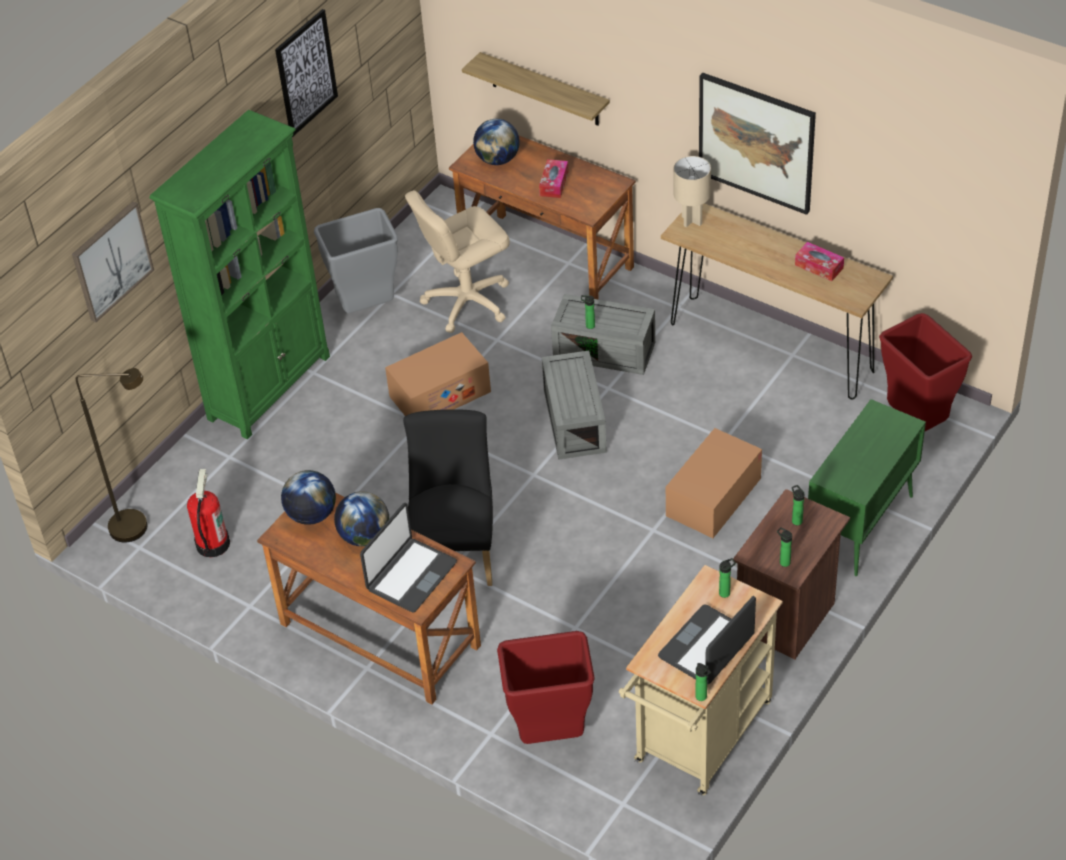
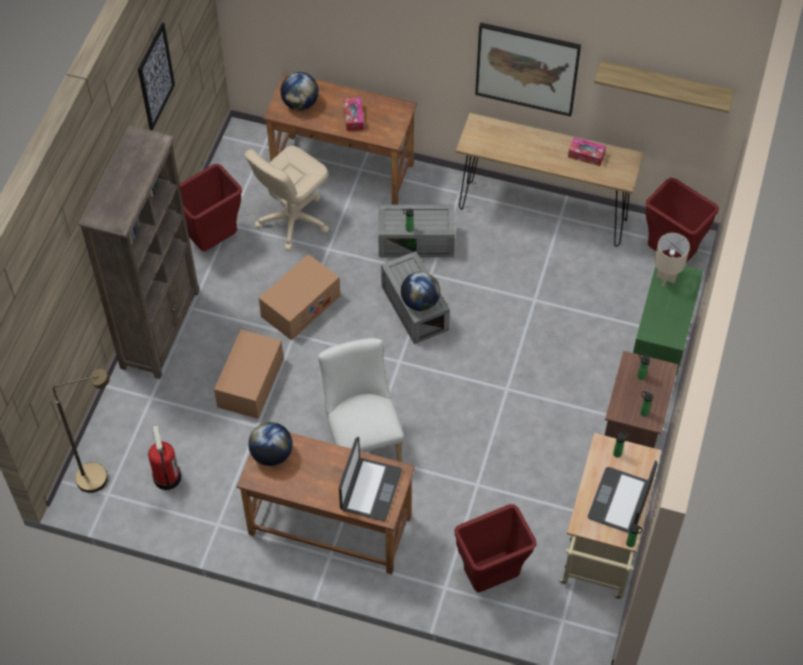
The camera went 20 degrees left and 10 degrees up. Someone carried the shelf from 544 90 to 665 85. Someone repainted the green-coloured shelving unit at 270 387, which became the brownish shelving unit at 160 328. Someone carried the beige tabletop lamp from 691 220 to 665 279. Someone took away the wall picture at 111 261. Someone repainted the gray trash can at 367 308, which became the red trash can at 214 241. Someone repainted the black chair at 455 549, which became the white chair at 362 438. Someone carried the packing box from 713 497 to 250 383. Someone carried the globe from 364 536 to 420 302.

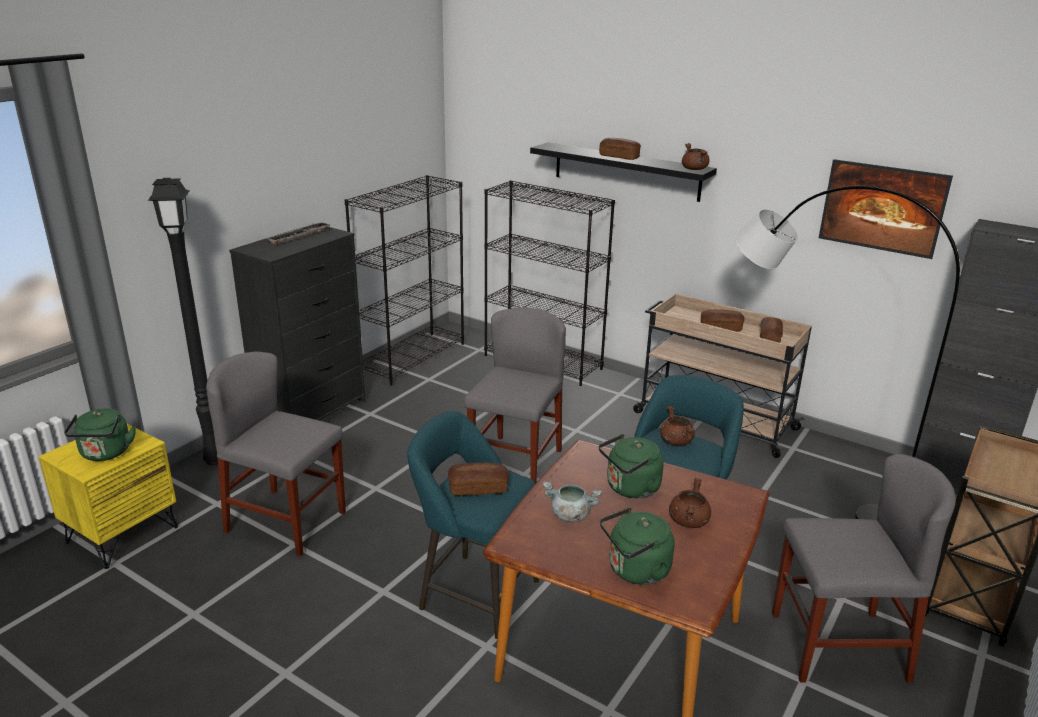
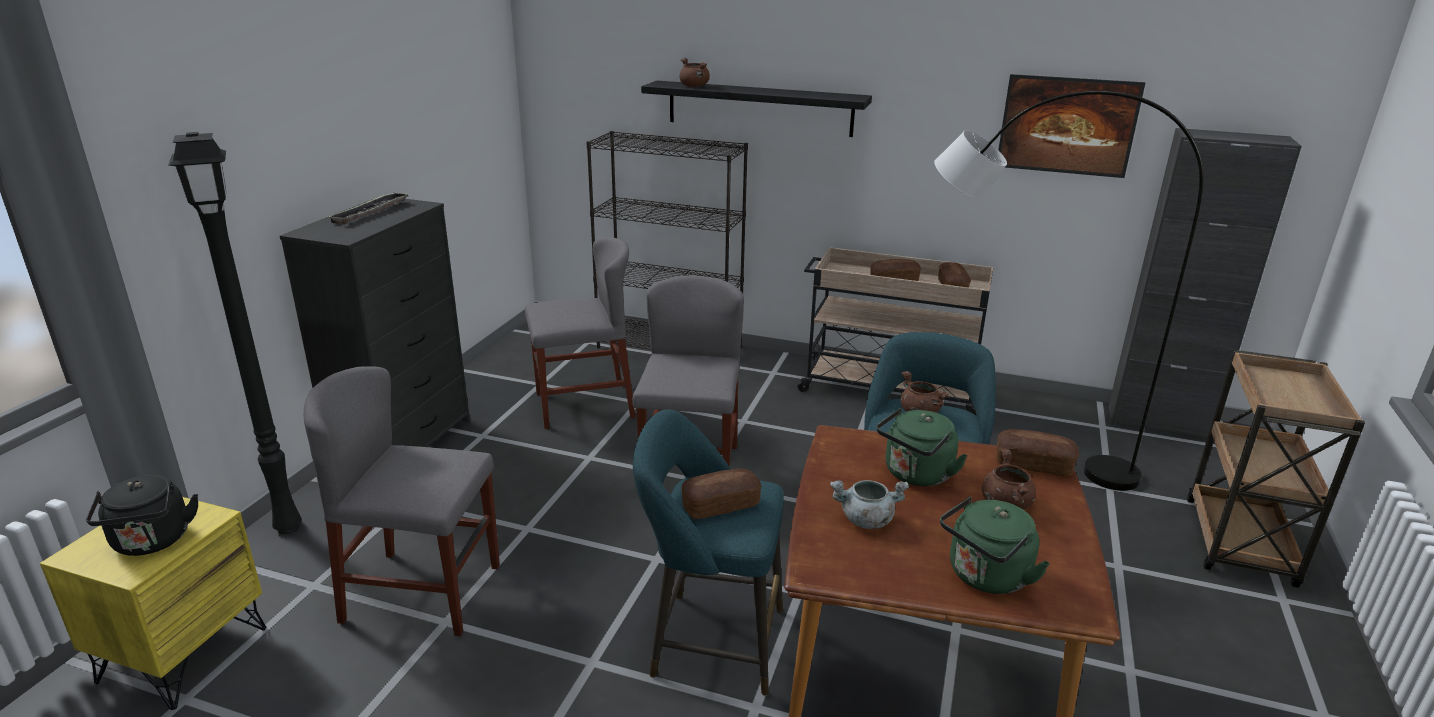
The camera went 15 degrees left and 0 degrees up. Someone carried the bread from 619 157 to 1033 464. Someone carried the brownish cooking pot from 694 169 to 694 86. Someone took away the black shelving unit at 412 357. Someone repainted the green-coloured kettle at 105 454, which became the black kettle at 152 542. Someone carried the gray chair from 838 646 to 584 405.

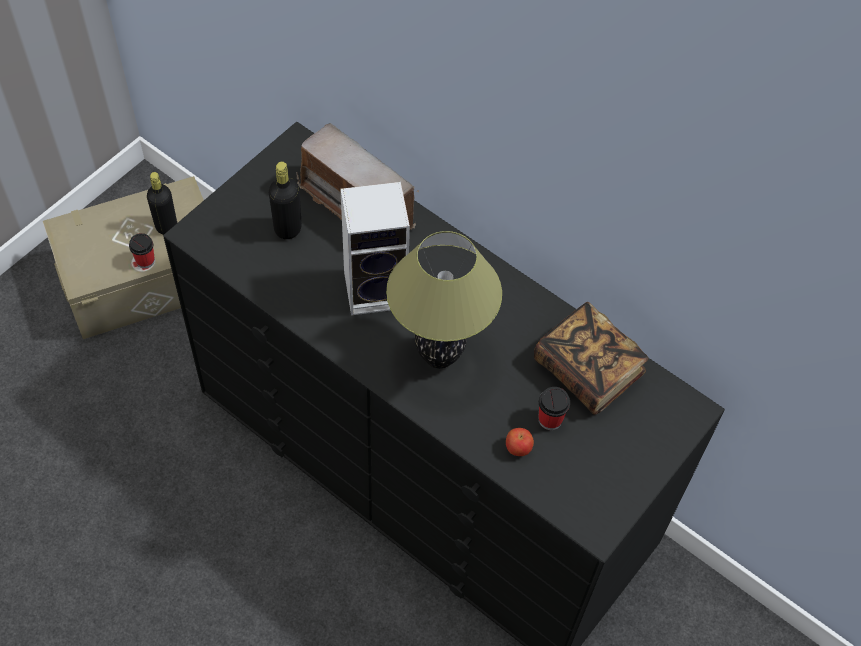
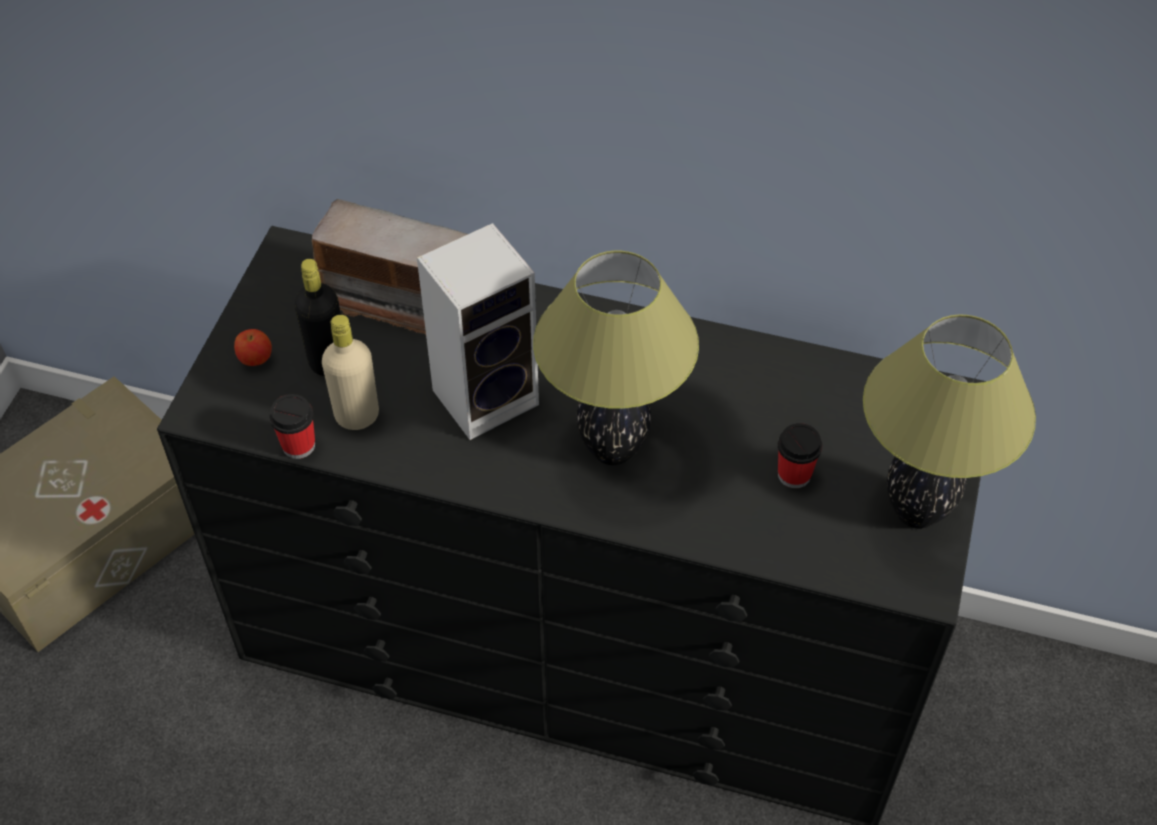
The camera went 20 degrees left and 5 degrees down. Someone took away the black bottle at 166 226. Someone carried the small cup from 145 261 to 298 445. Someone took away the bound book at 587 370. Someone carried the apple from 518 448 to 256 359. Someone put down the beige bottle at 357 416. Someone put down the tabletop lamp at 917 513.

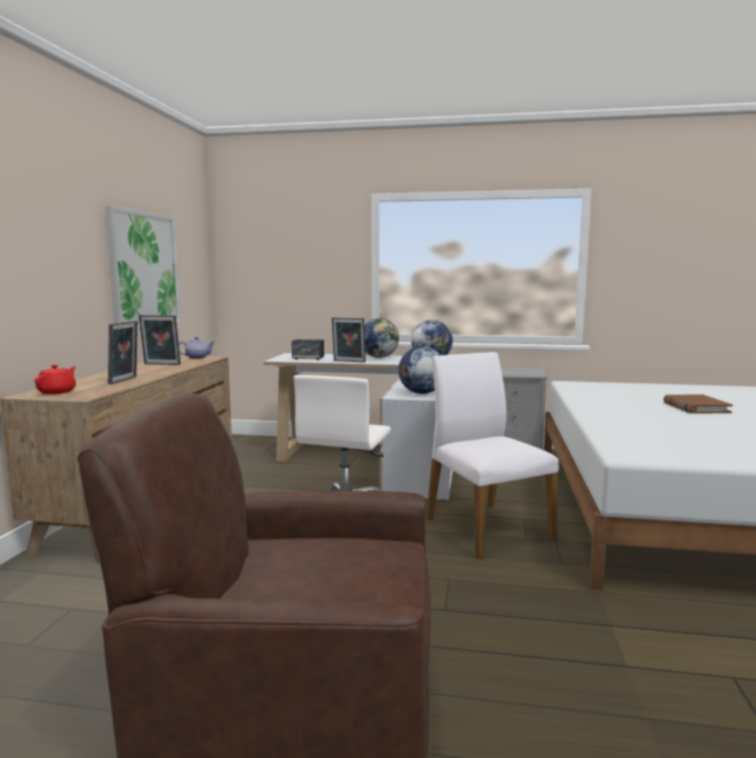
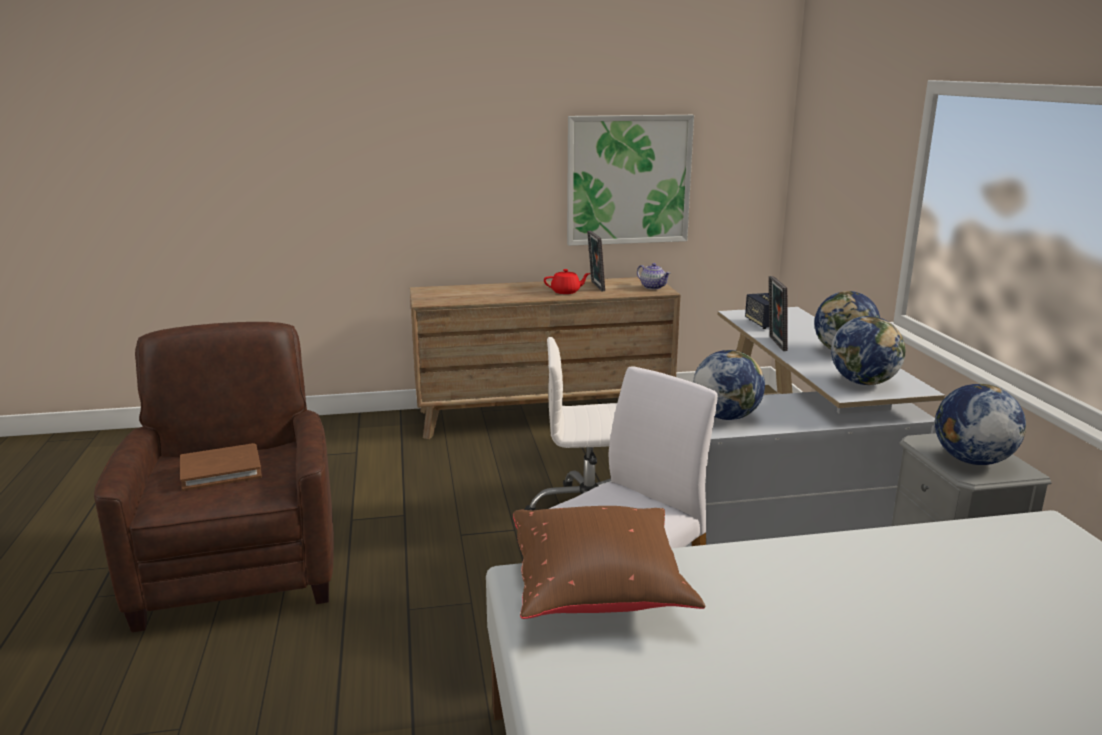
The camera went 70 degrees right and 10 degrees up. Someone took away the photo frame at 125 380. Someone carried the red pot for tea from 57 392 to 566 292. Someone carried the brownish bound book from 695 407 to 221 470. Someone put down the globe at 971 460. Someone put down the brownish pillow at 599 589.

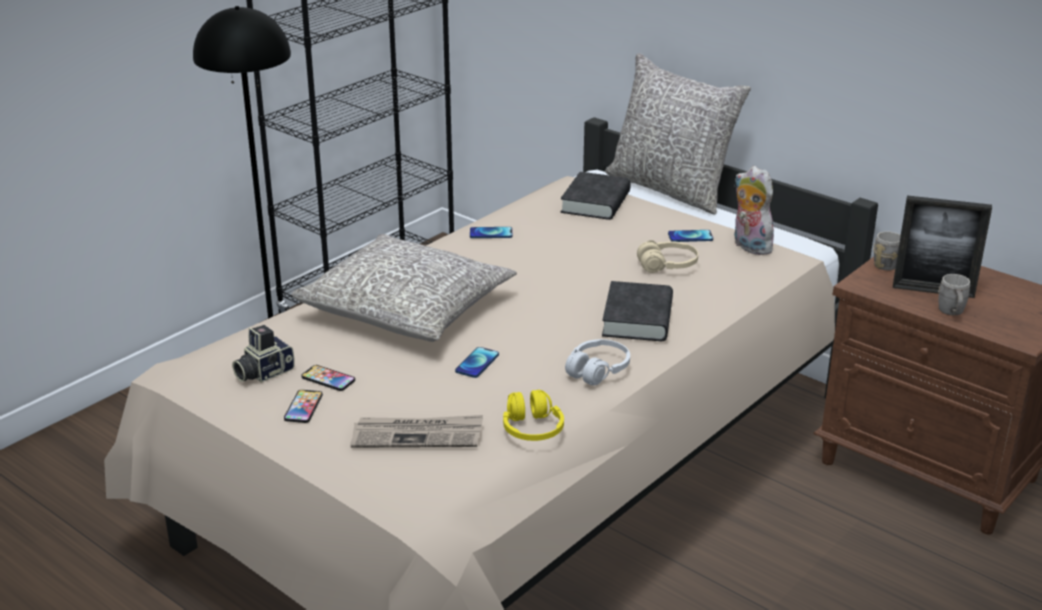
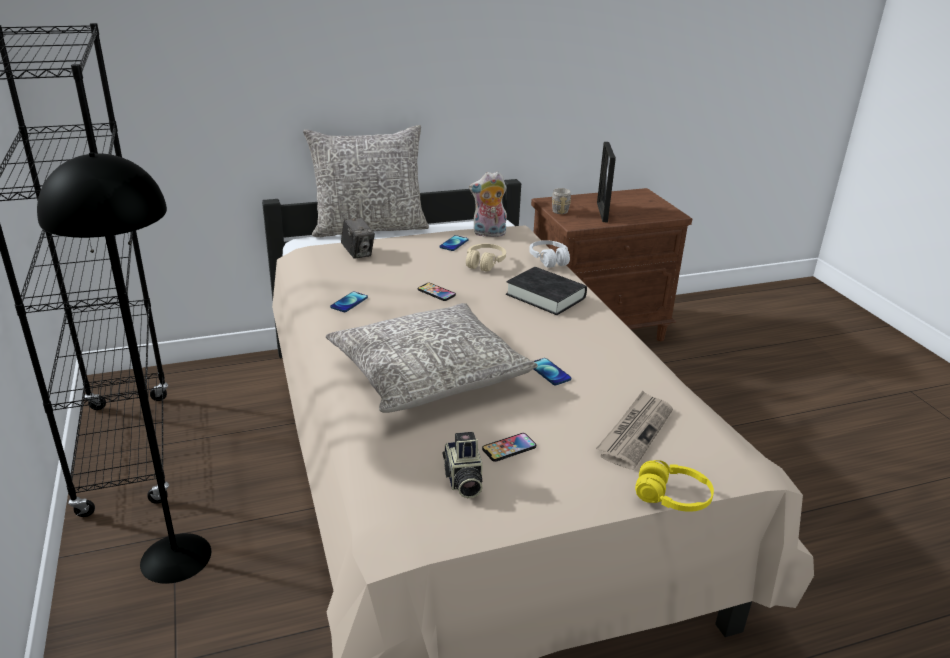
The camera went 60 degrees left and 0 degrees up. Someone swapped the black bound book at 595 202 for the still camera at 358 253. Someone rotated the photo frame at 933 291 by 135 degrees clockwise. Someone took away the gray coffee mug at 952 313. Someone carried the white headphones from 597 370 to 549 260. Someone carried the telephone from 303 407 to 436 292. Someone carried the yellowish headphones from 532 429 to 672 498.

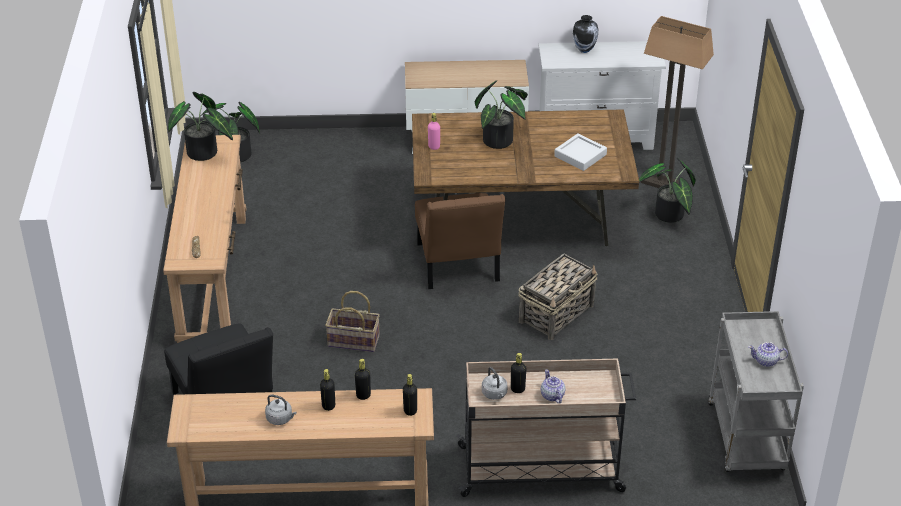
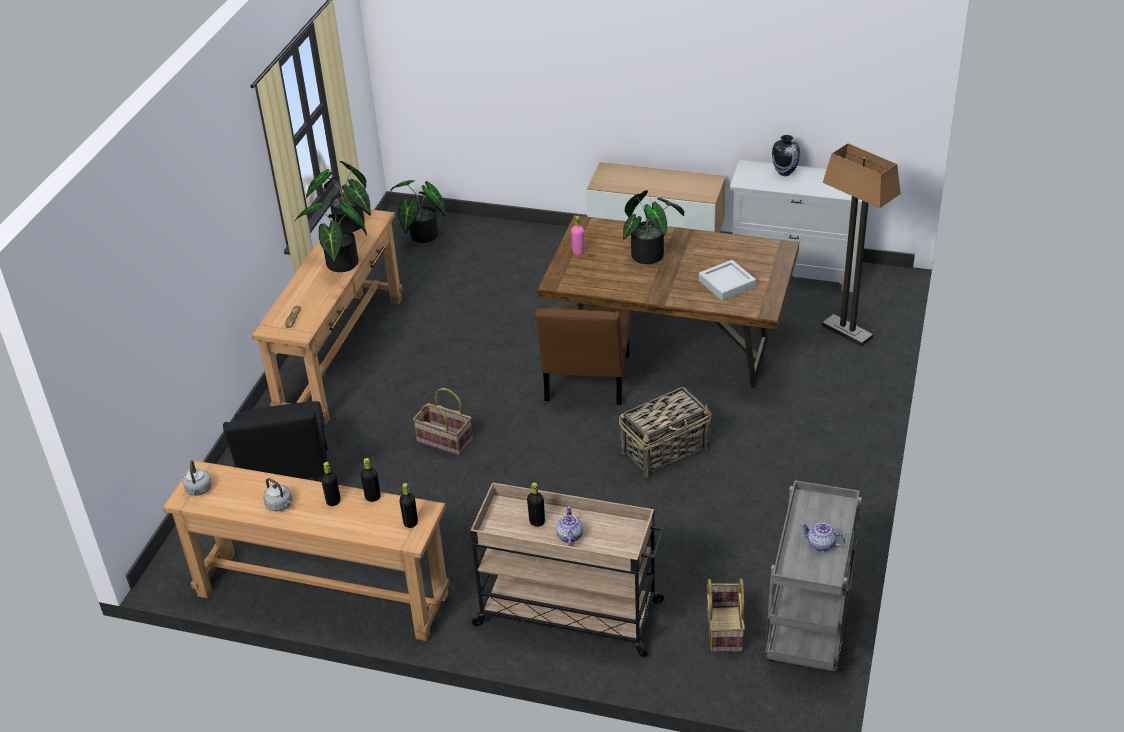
The camera went 20 degrees right and 0 degrees up. Someone carried the potted plant from 668 216 to 339 266. Someone carried the gray kettle from 495 394 to 199 490. Someone put down the basket at 723 629.

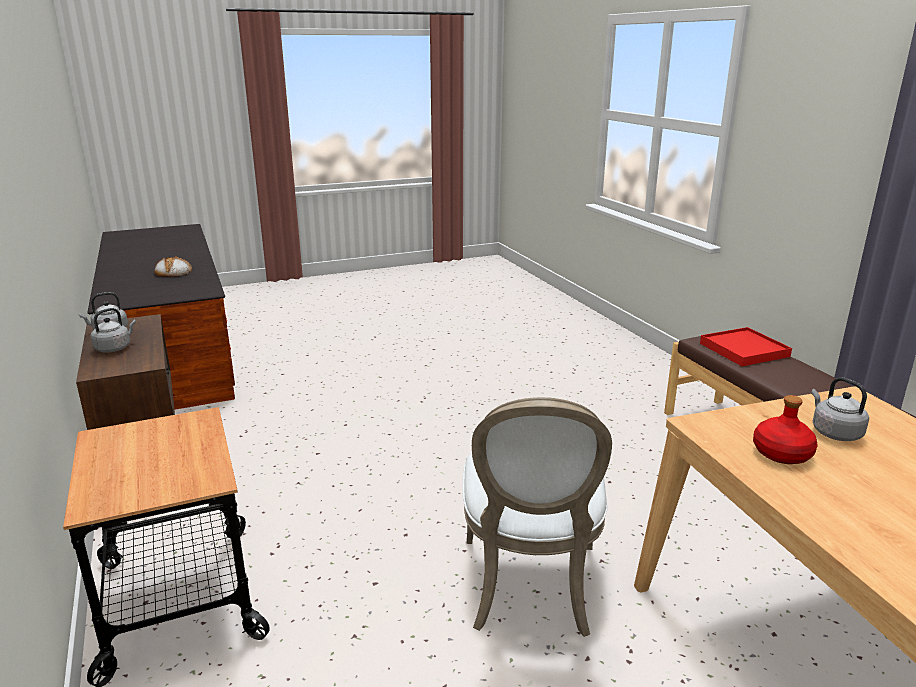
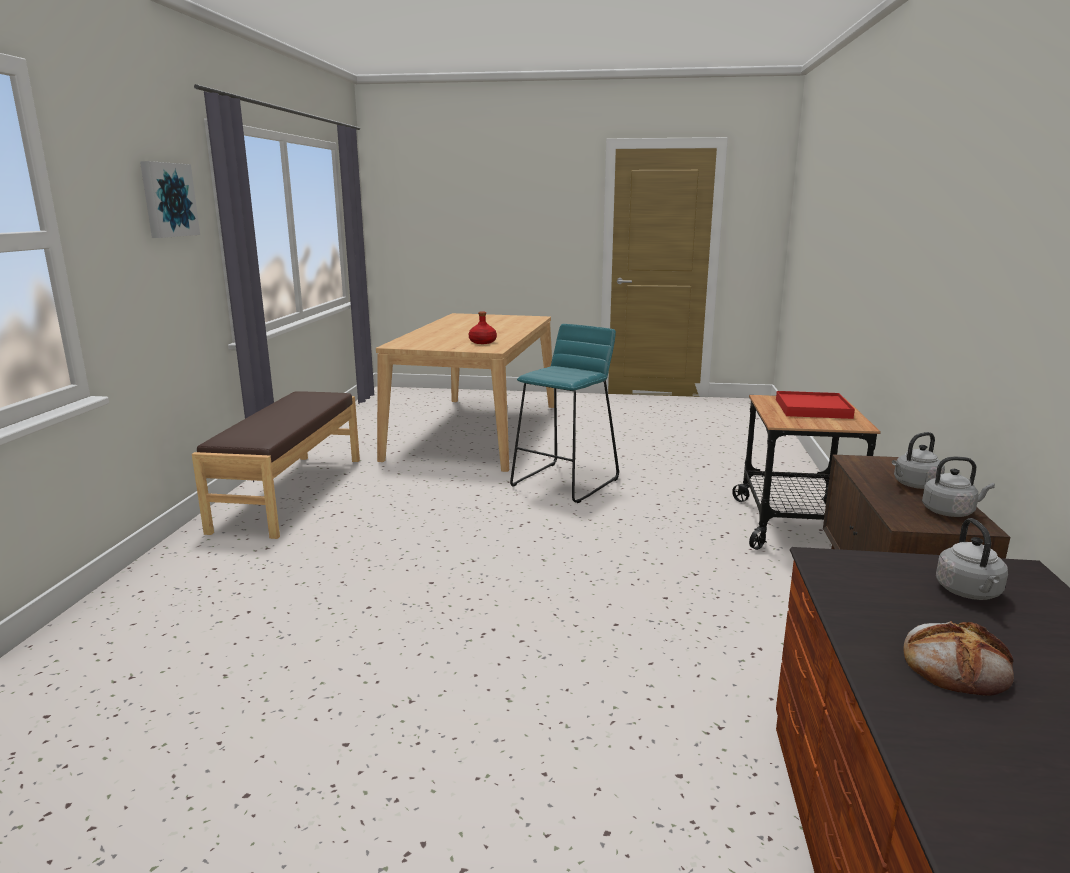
The camera went 150 degrees left and 5 degrees down. Someone carried the red serving tray from 744 350 to 812 409. Someone carried the gray kettle from 834 432 to 969 593. Someone swapped the white chair at 530 589 for the blue-green sitting stool at 566 482. Someone put up the wall picture at 167 200.

